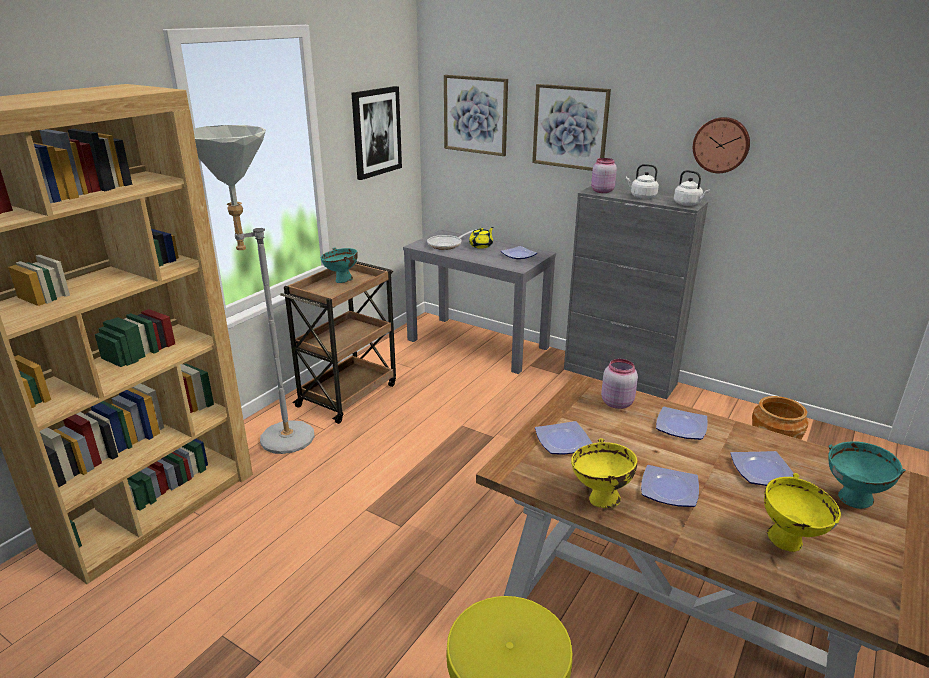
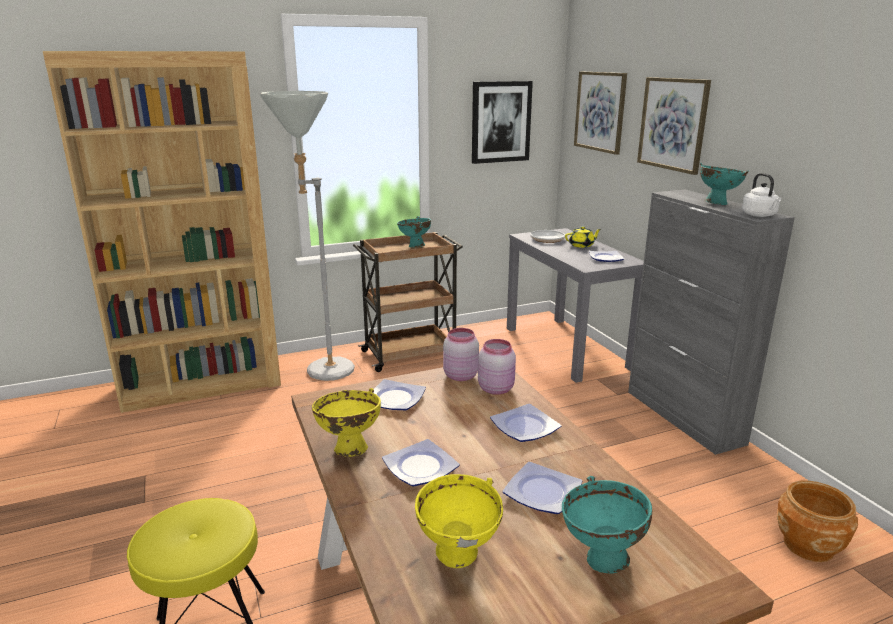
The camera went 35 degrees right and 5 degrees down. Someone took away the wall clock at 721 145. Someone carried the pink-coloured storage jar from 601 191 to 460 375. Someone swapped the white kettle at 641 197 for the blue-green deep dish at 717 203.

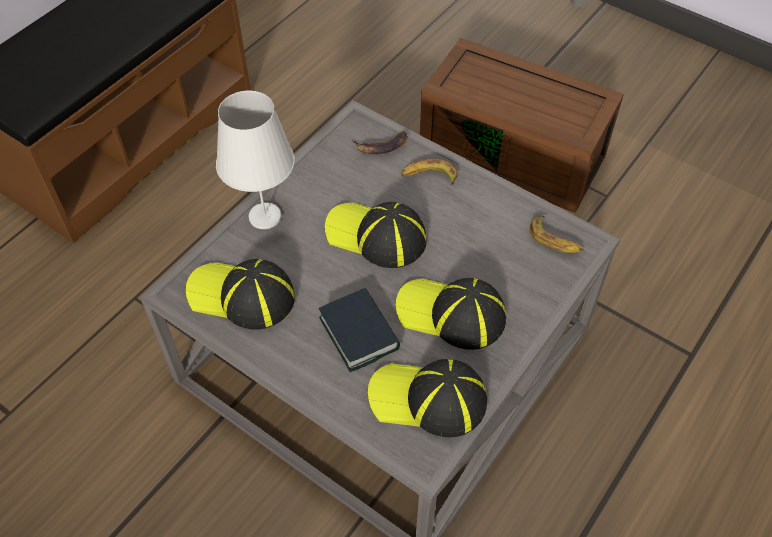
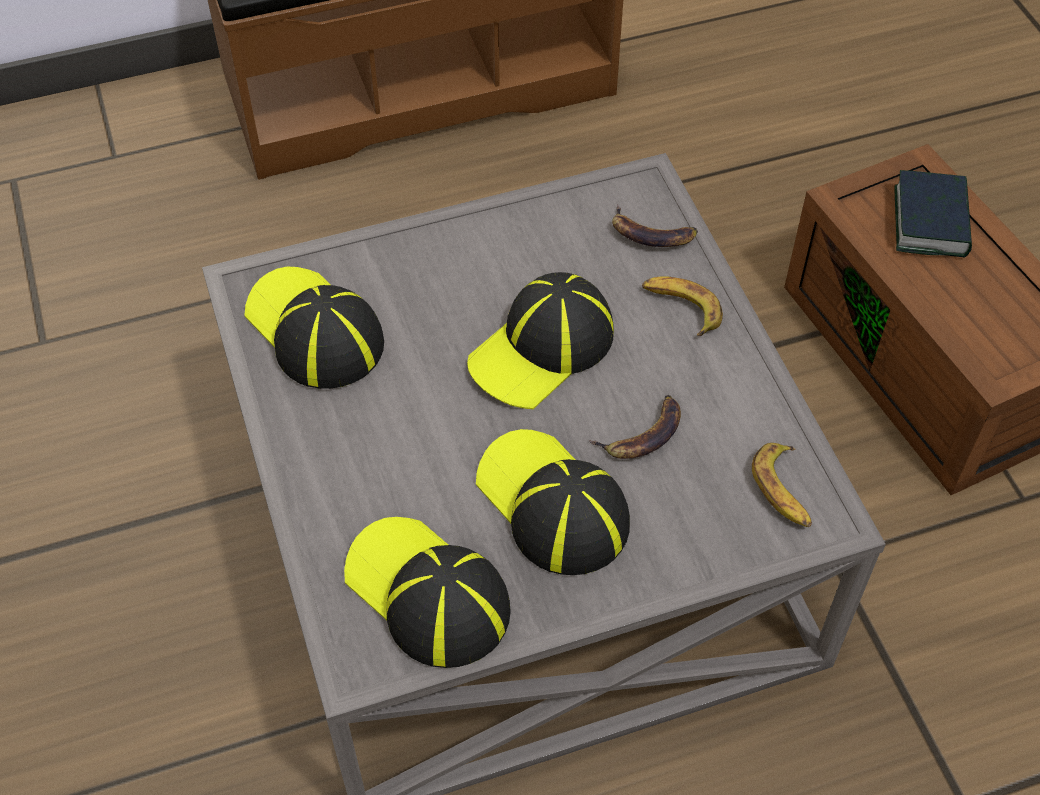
The camera went 35 degrees right and 0 degrees up. Someone took away the white tabletop lamp at 264 216. Someone rotated the baseball cap at 376 236 by 105 degrees counterclockwise. Someone carried the bound book from 359 333 to 930 221. Someone put down the banana at 643 433.

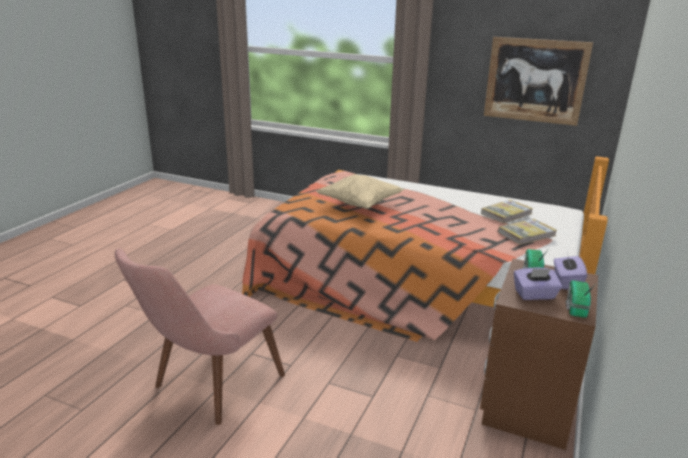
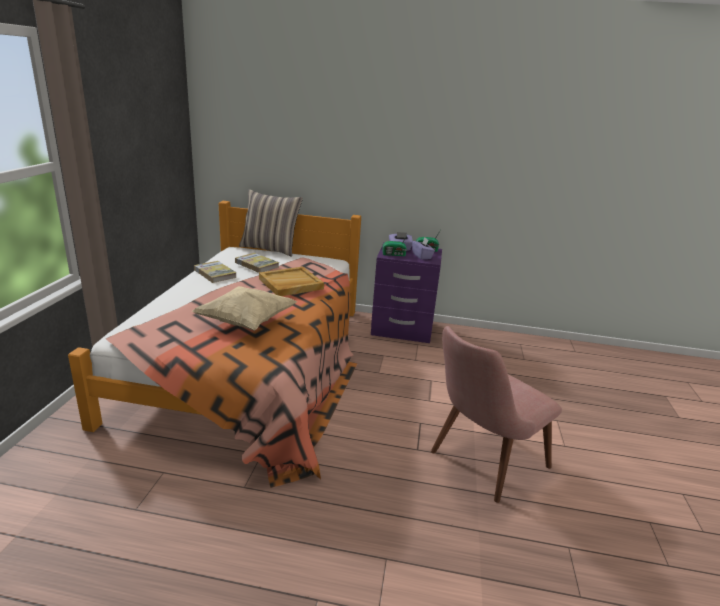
The camera went 105 degrees left and 0 degrees up. Someone took away the wall picture at 535 80. Someone carried the bound book from 526 234 to 215 273. Someone rotated the pink-coloured chair at 208 389 by 120 degrees clockwise. Someone repainted the brownish nightstand at 526 404, which became the purple-coloured nightstand at 402 329. Someone put down the pillow at 270 249. Someone put down the beige serving tray at 290 284.

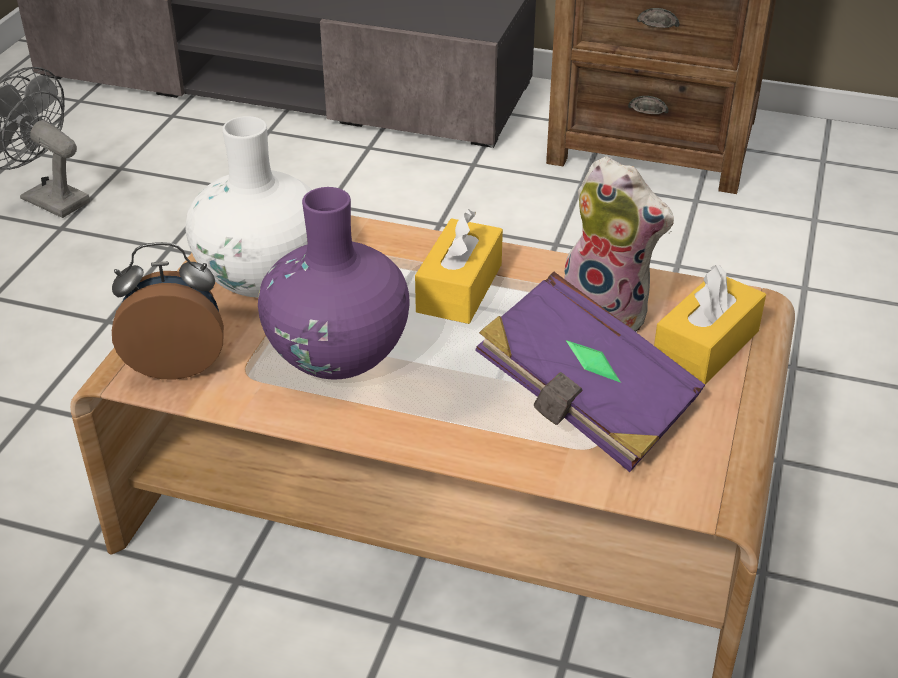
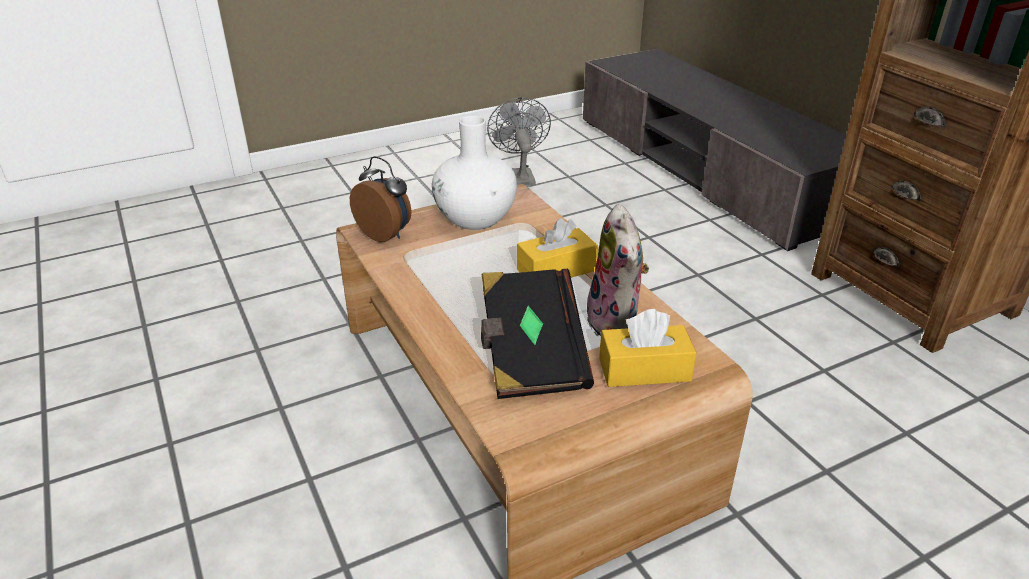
The camera went 45 degrees right and 5 degrees down. Someone took away the purple-coloured decorative vase at 338 354. Someone repainted the purple-coloured bound book at 585 402, which became the black bound book at 531 355.

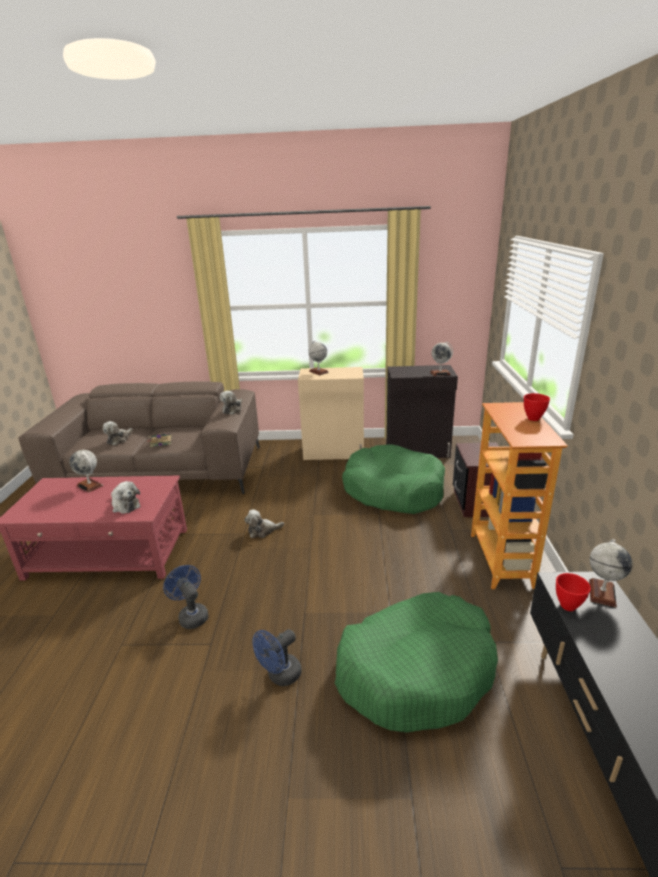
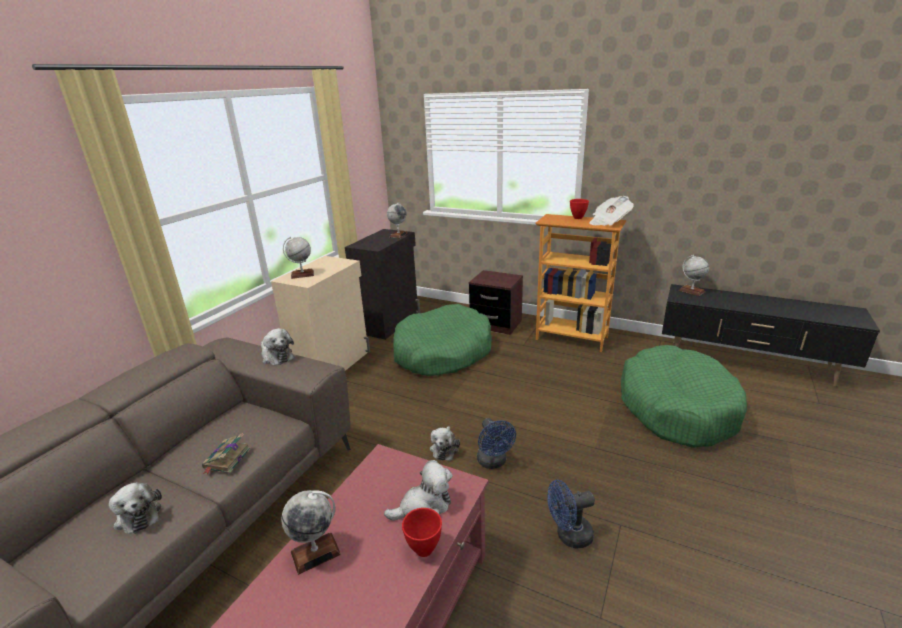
The camera went 65 degrees left and 0 degrees up. Someone carried the red deep dish from 567 605 to 423 549. Someone carried the blue-coloured cooling fan from 280 676 to 493 462. Someone put down the newspaper at 609 222.

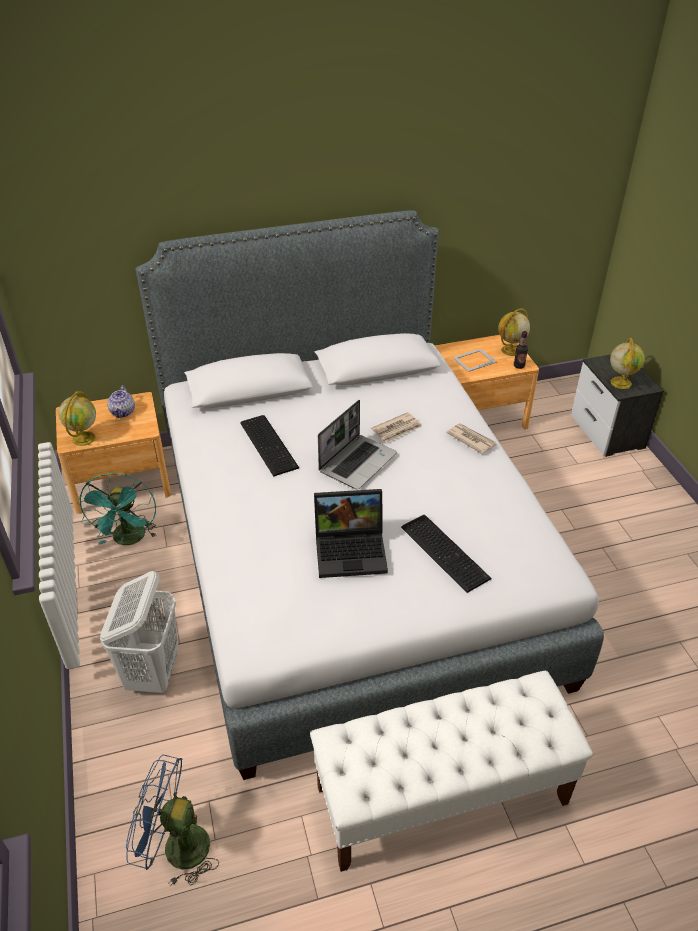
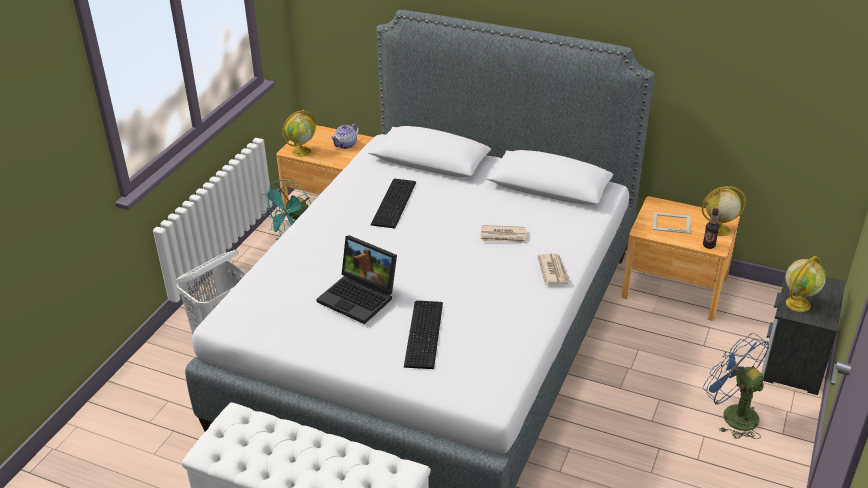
The camera went 40 degrees right and 5 degrees down. Someone took away the portable computer at 357 462. Someone carried the blue-coloured cooling fan from 176 847 to 732 414.

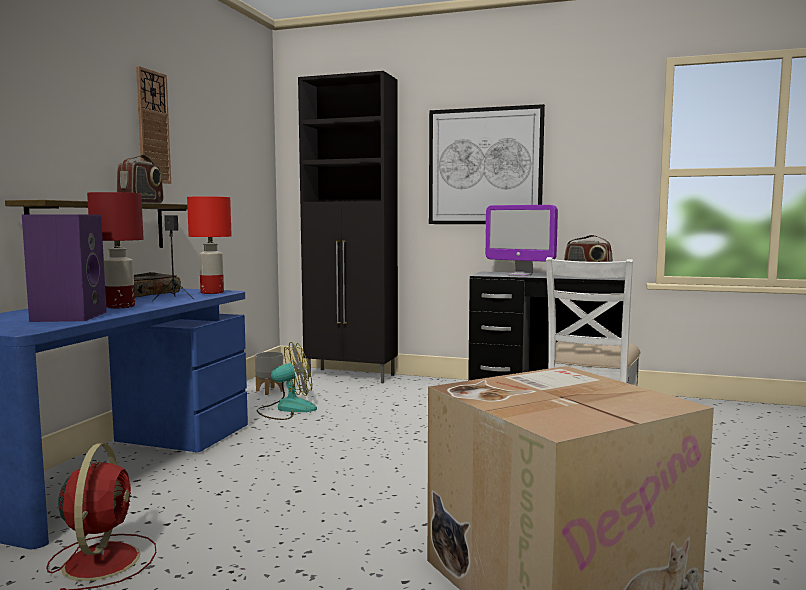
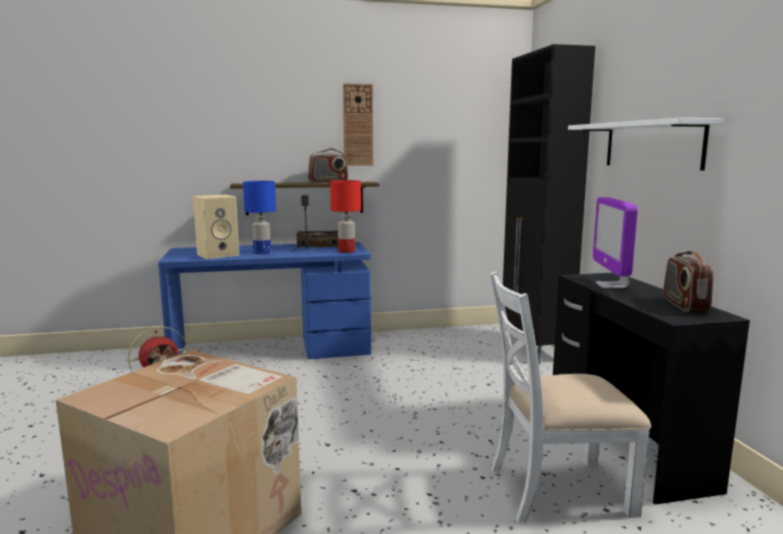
The camera went 60 degrees right and 5 degrees up. Someone swapped the wall picture at 485 166 for the white shelf at 652 145. Someone repainted the red tabletop lamp at 119 307, which became the blue-coloured tabletop lamp at 261 253. Someone repainted the purple-coloured audio speaker at 68 316, which became the beige audio speaker at 218 254. Someone took away the cooling fan at 286 409. Someone took away the gray flower pot at 270 391.

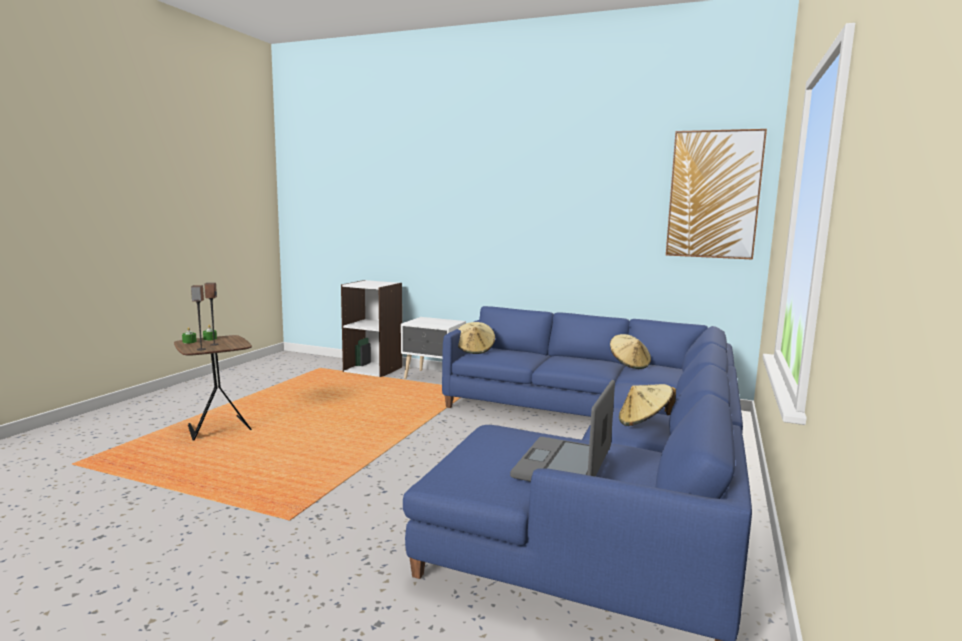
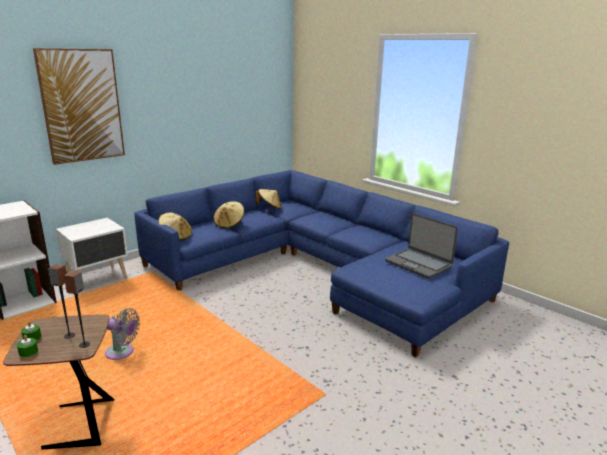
The camera went 65 degrees left and 10 degrees up. Someone carried the wall picture from 713 195 to 82 106. Someone carried the beige wearable hat from 644 423 to 229 224. Someone put down the gray cooling fan at 122 353.

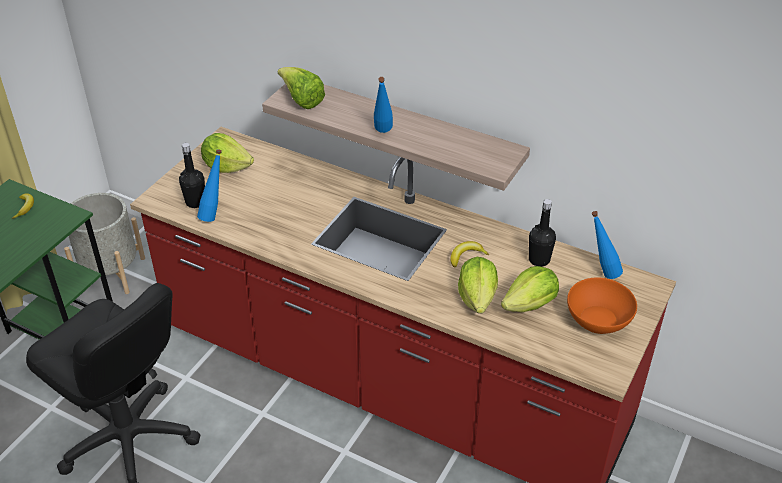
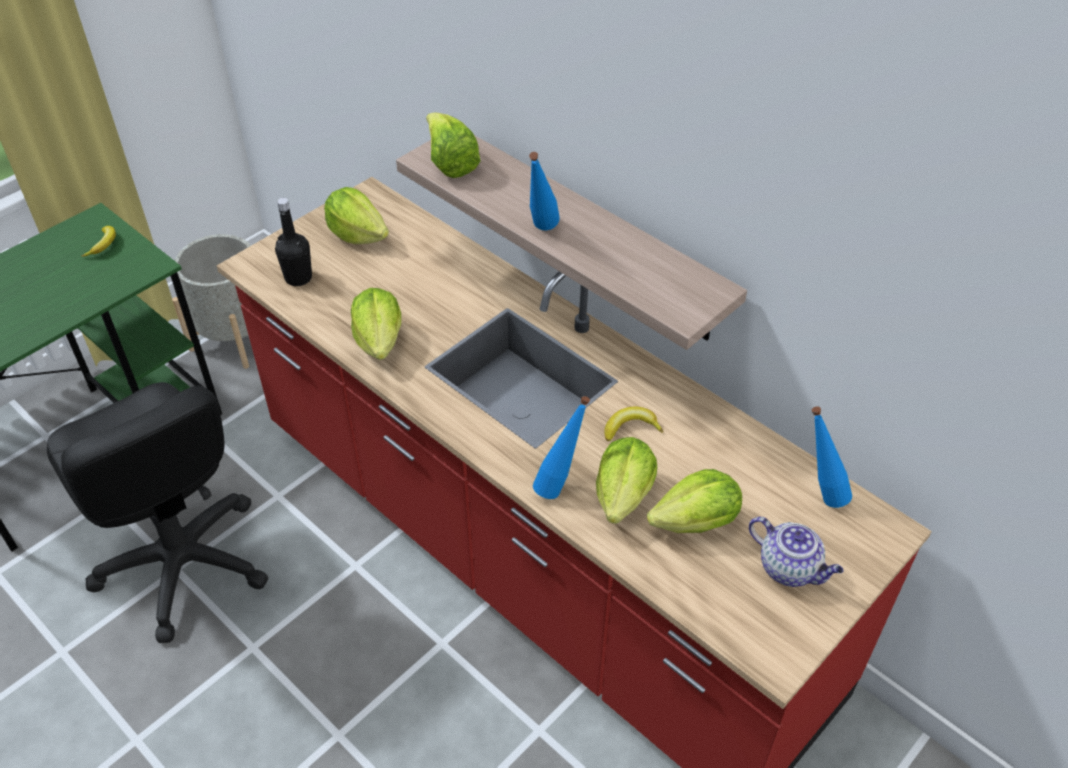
The camera went 15 degrees right and 5 degrees up. Someone carried the blue-coloured bottle from 214 214 to 560 485. Someone took away the black bottle at 539 260. Someone swapped the orange-coloured deep dish at 598 320 for the pot for tea at 790 568. Someone put down the head of lettuce at 379 340.

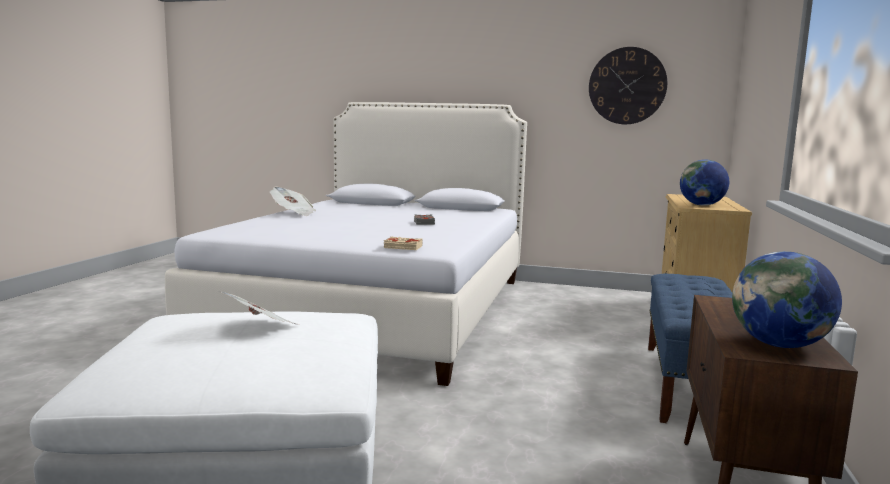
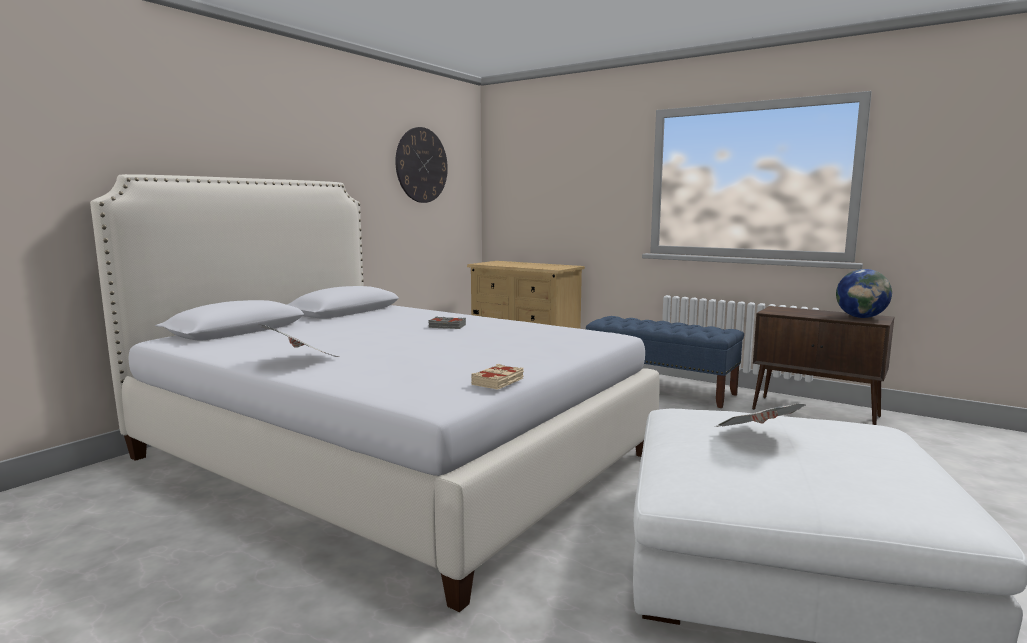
The camera went 70 degrees left and 0 degrees up. Someone took away the globe at 702 205. Someone carried the beige bound book from 403 247 to 498 382.

